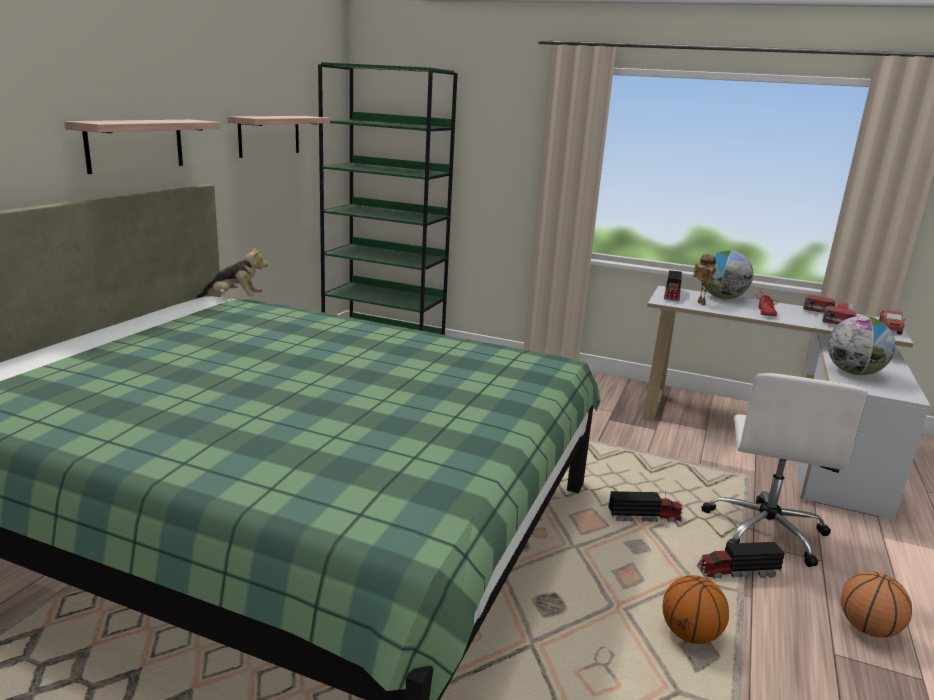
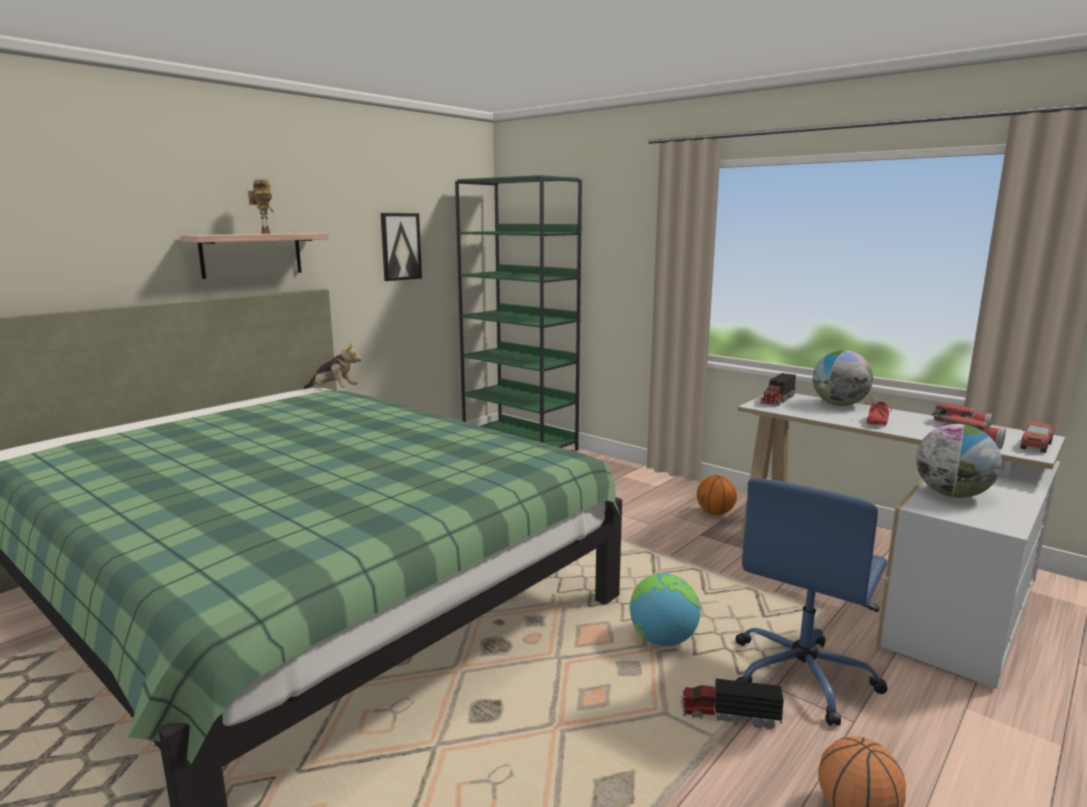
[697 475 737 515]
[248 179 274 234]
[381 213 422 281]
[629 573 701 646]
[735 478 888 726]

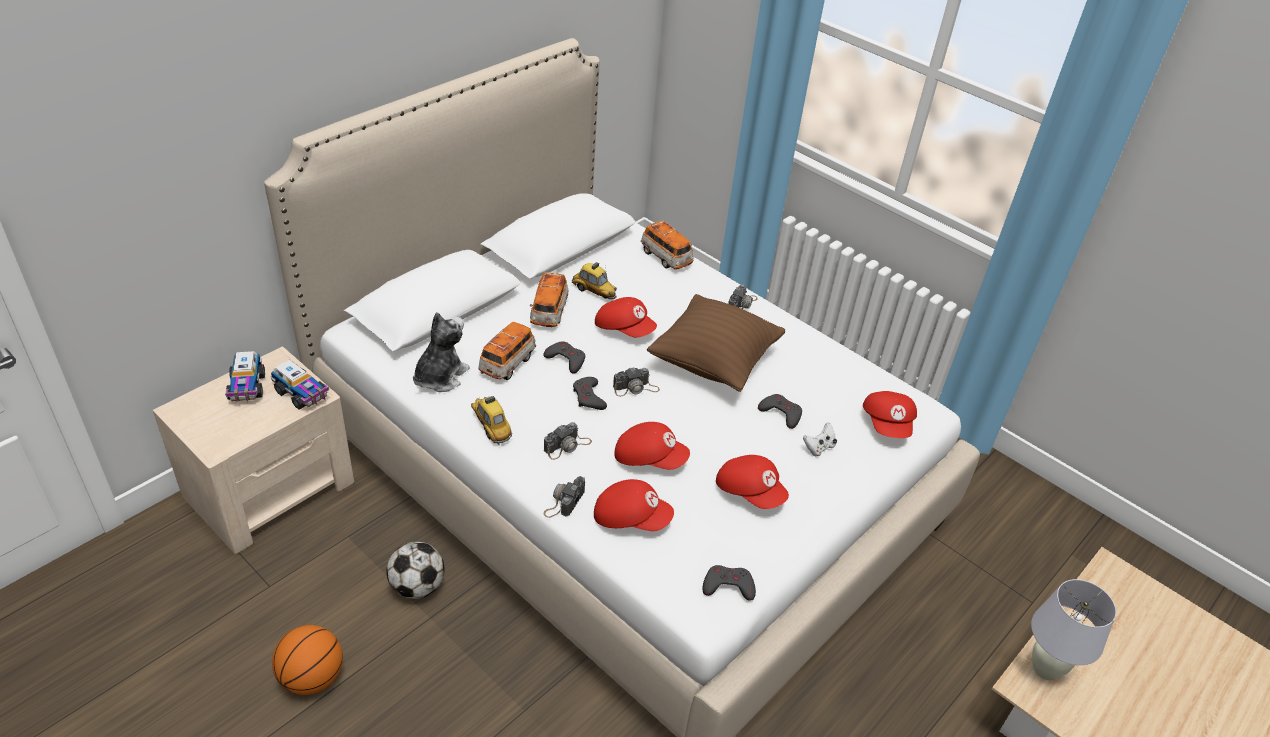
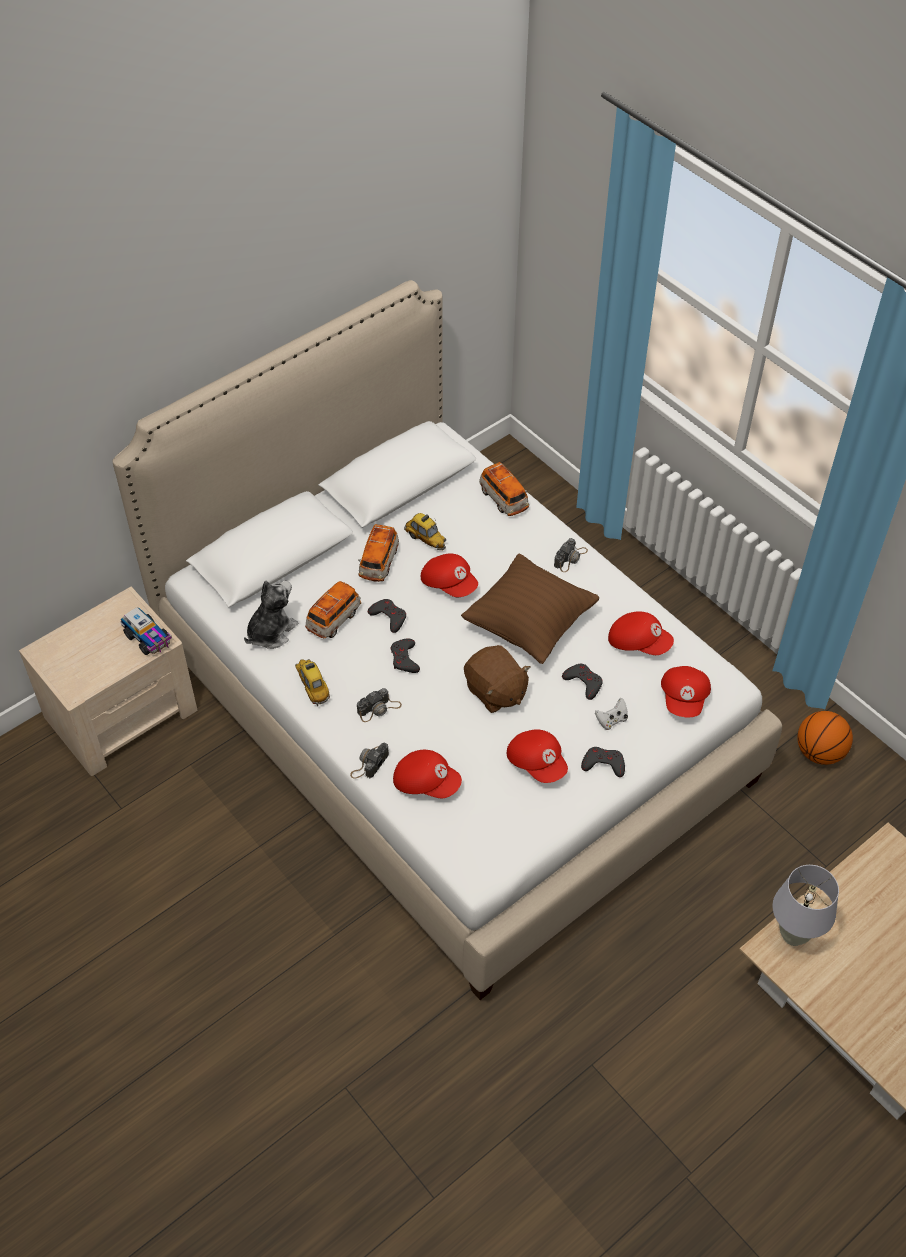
[225 351 265 402] (first image)
[387 542 445 599] (first image)
[613 368 660 396] (first image)
[464 645 531 713]
[797 711 853 765]
[608 611 674 655]
[581 747 625 777]

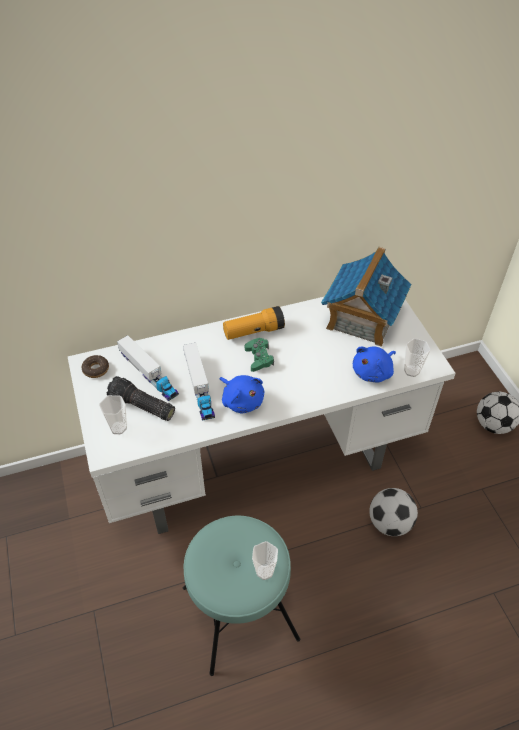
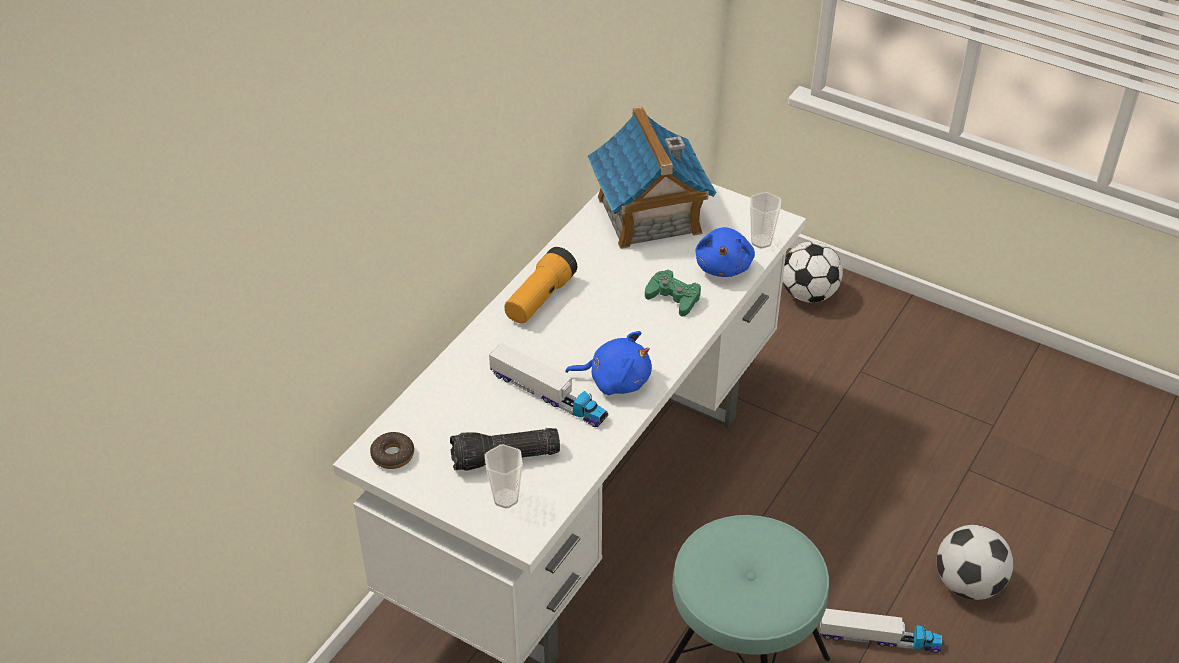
[252 541 278 580] (first image)
[819 609 942 653]
[645 270 701 317]
[937 525 1013 600]

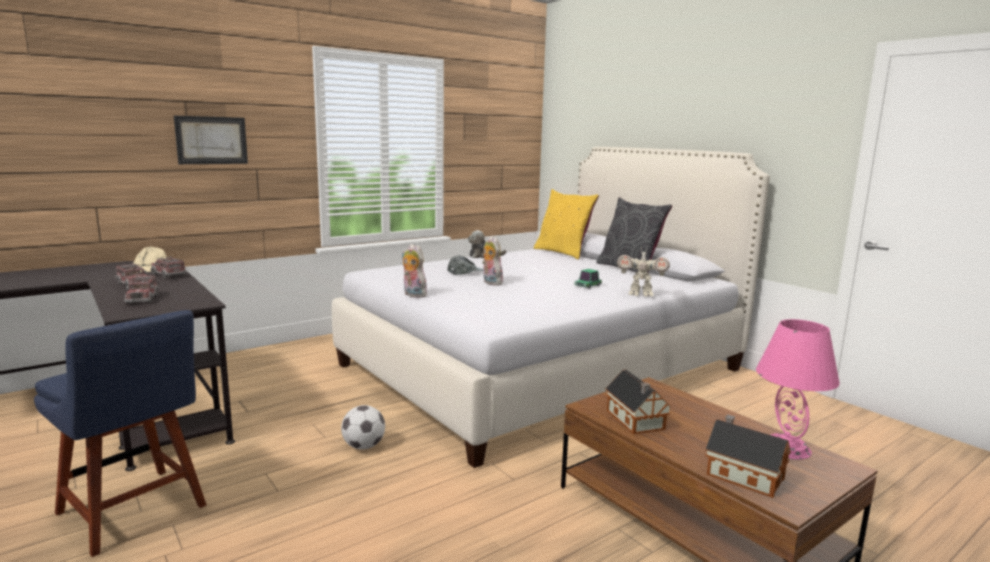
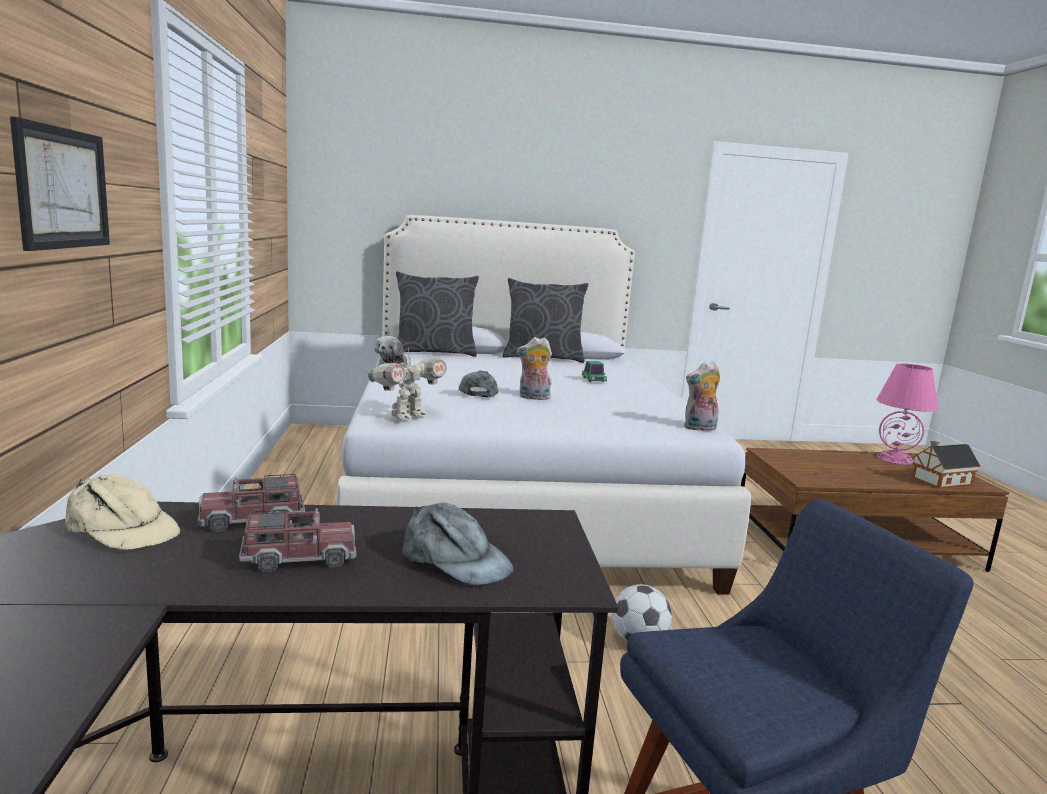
[605 370 672 434] (first image)
[684 362 720 431]
[368 347 447 419]
[402 502 514 585]
[396 271 479 357]

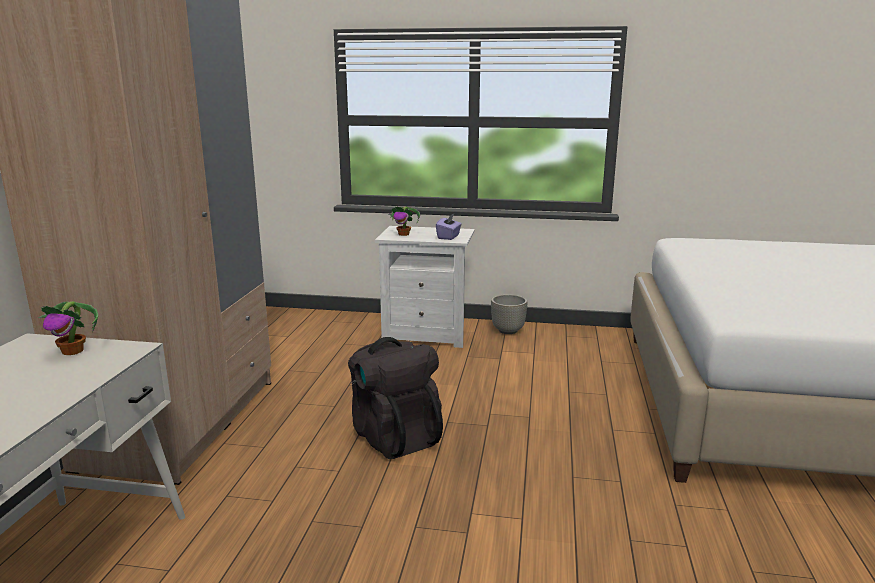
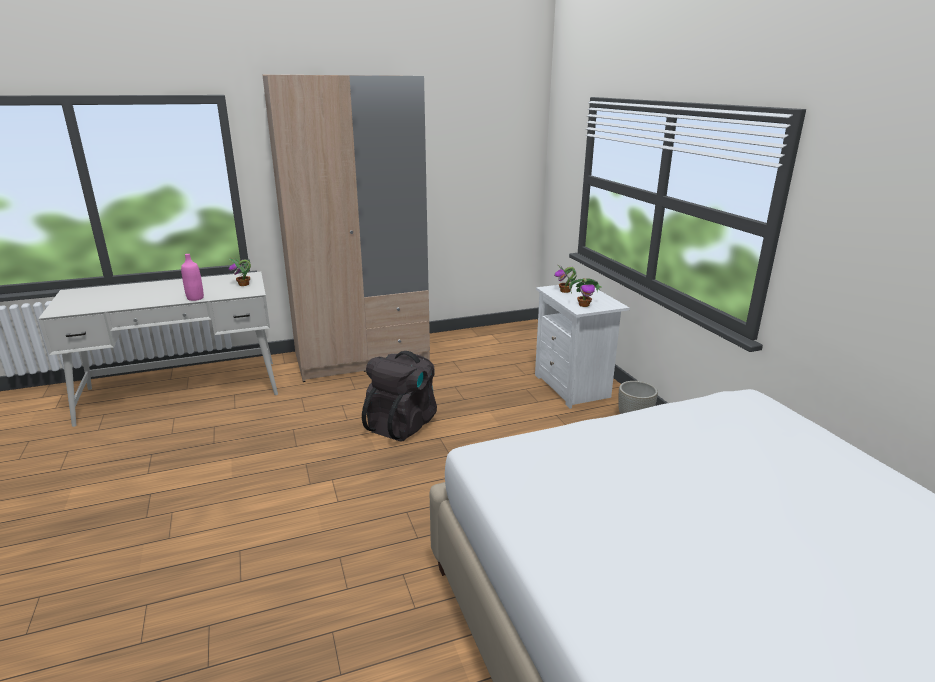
[181 254 204 301]
[569 278 603 307]

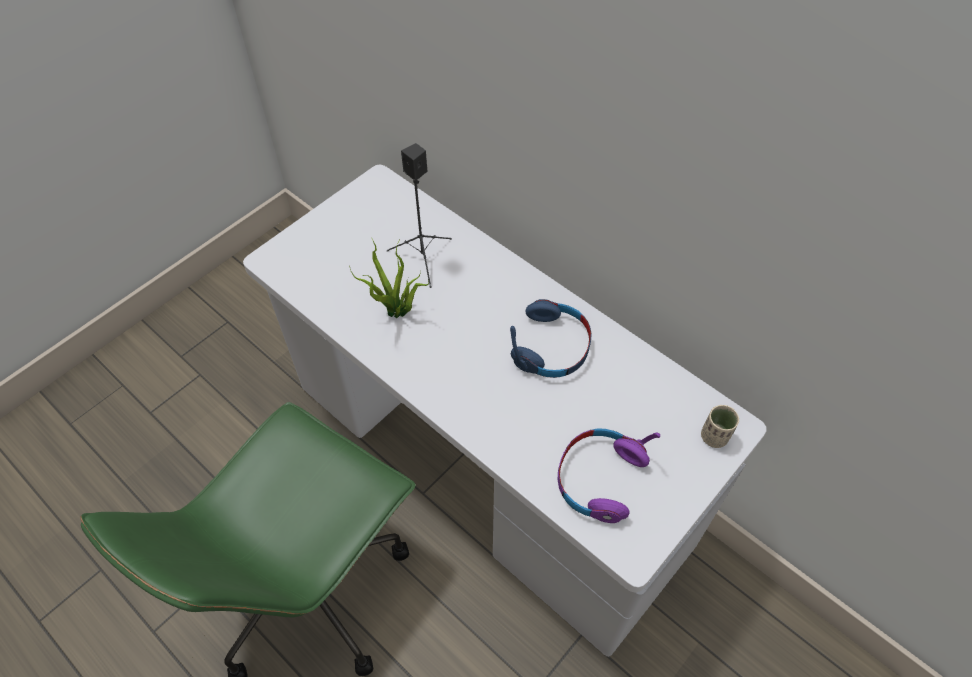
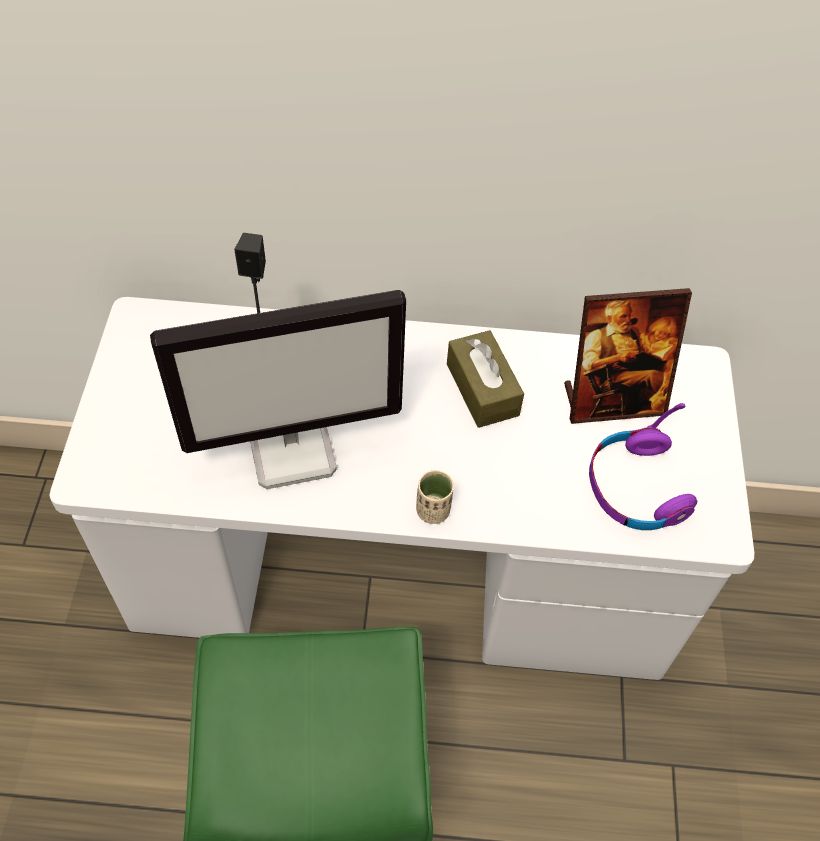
[564 288 692 424]
[416 470 454 524]
[150 290 406 489]
[447 330 524 428]

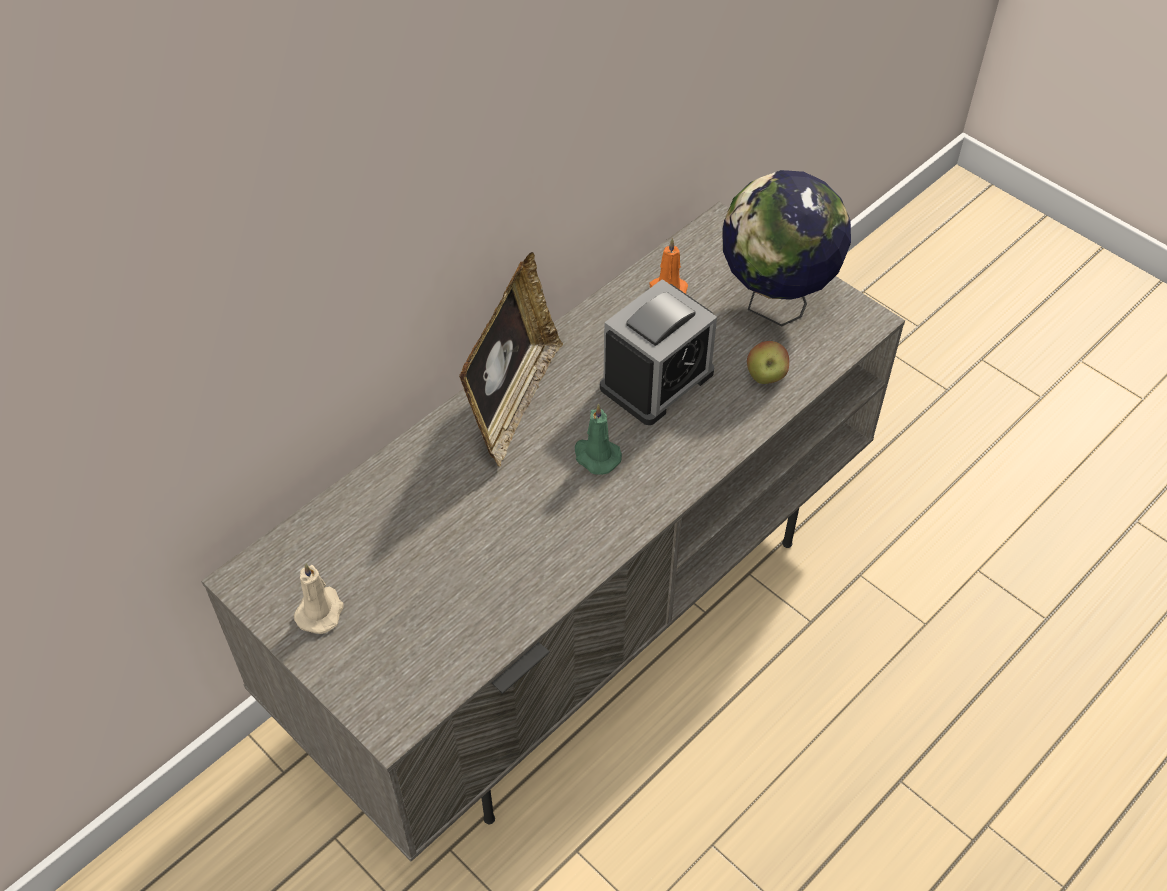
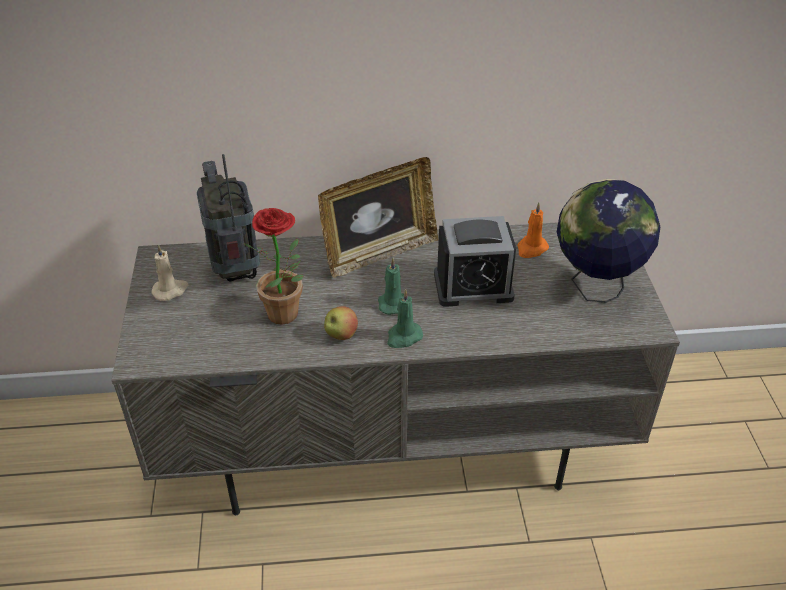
[197 154 260 281]
[244 208 303 325]
[387 289 423 348]
[324 306 358 340]

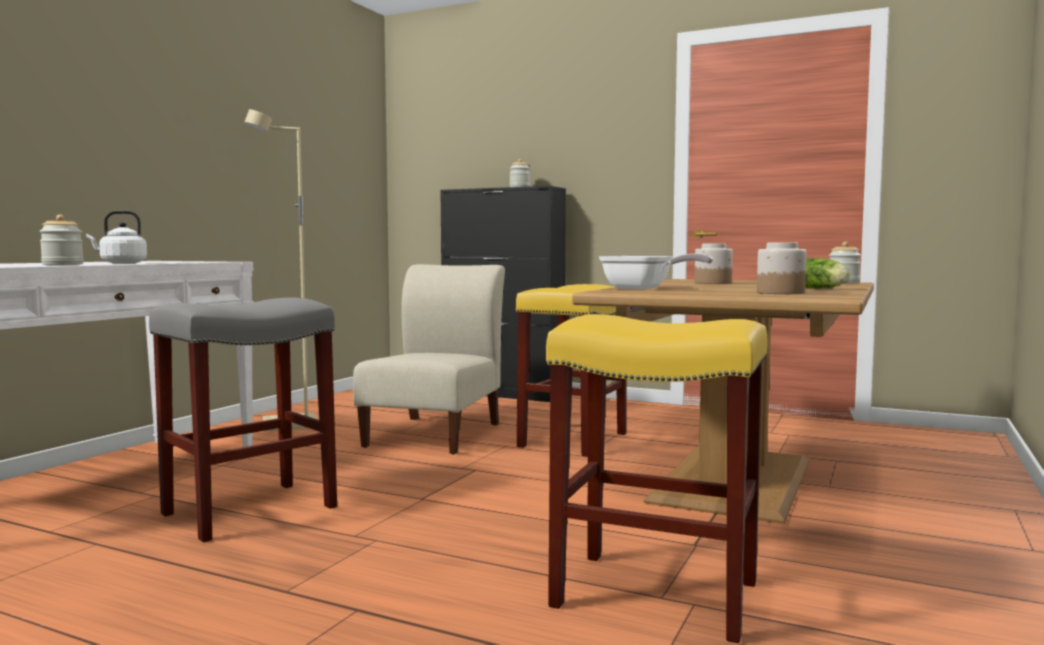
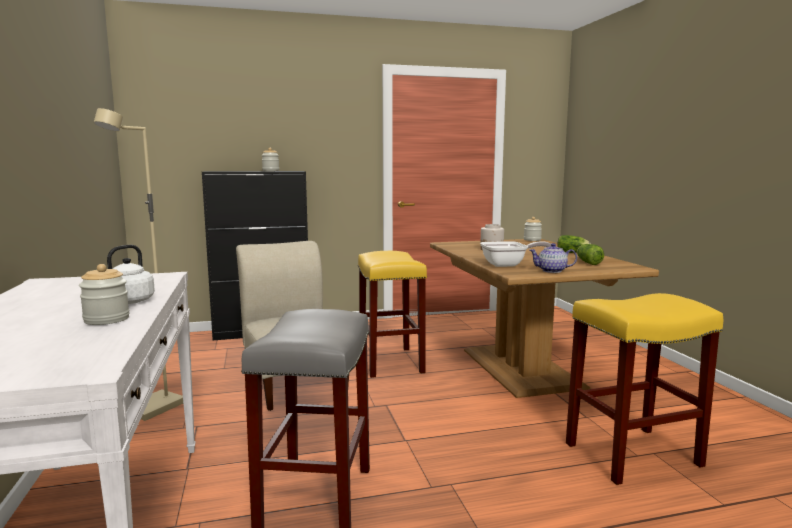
[529 243 577 273]
[577 244 604 265]

